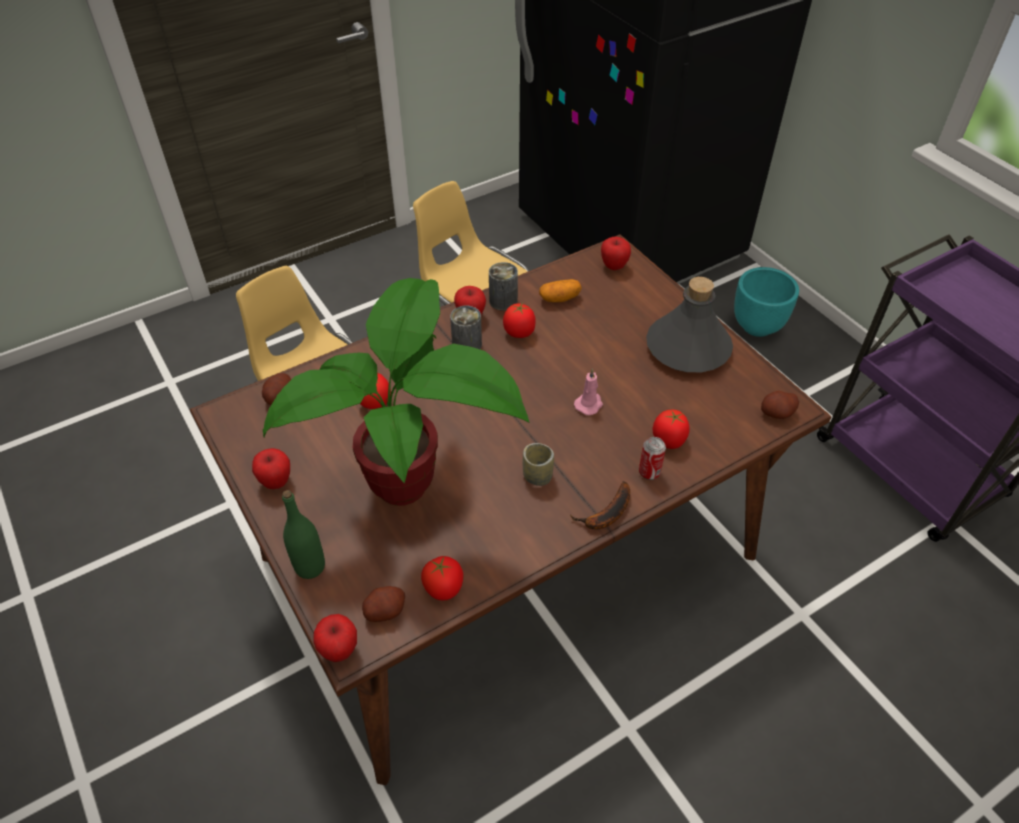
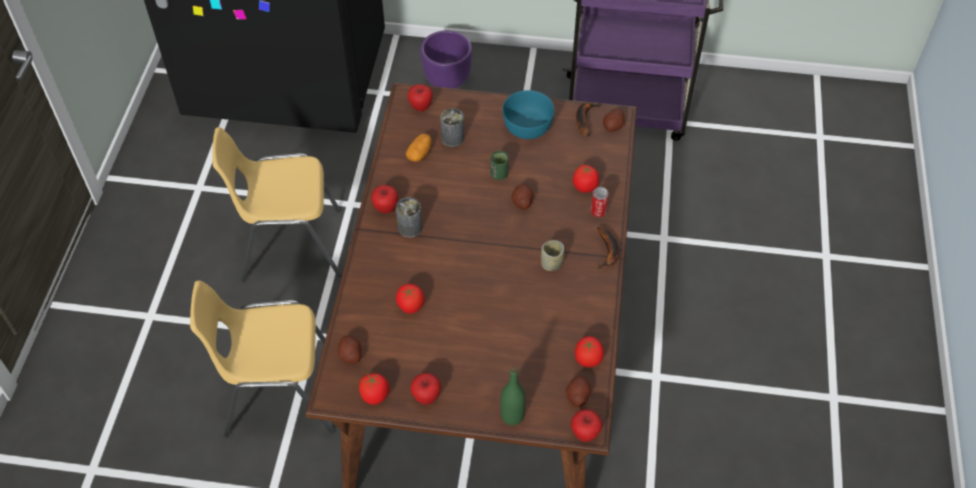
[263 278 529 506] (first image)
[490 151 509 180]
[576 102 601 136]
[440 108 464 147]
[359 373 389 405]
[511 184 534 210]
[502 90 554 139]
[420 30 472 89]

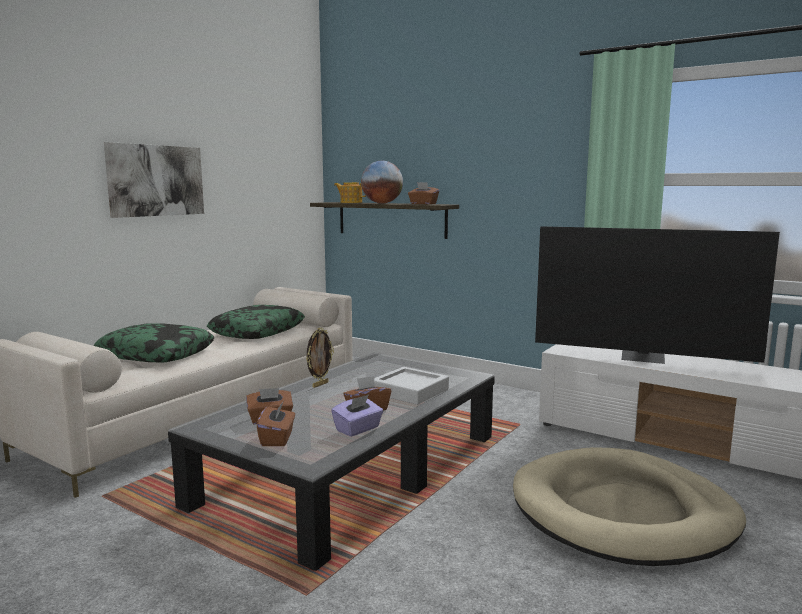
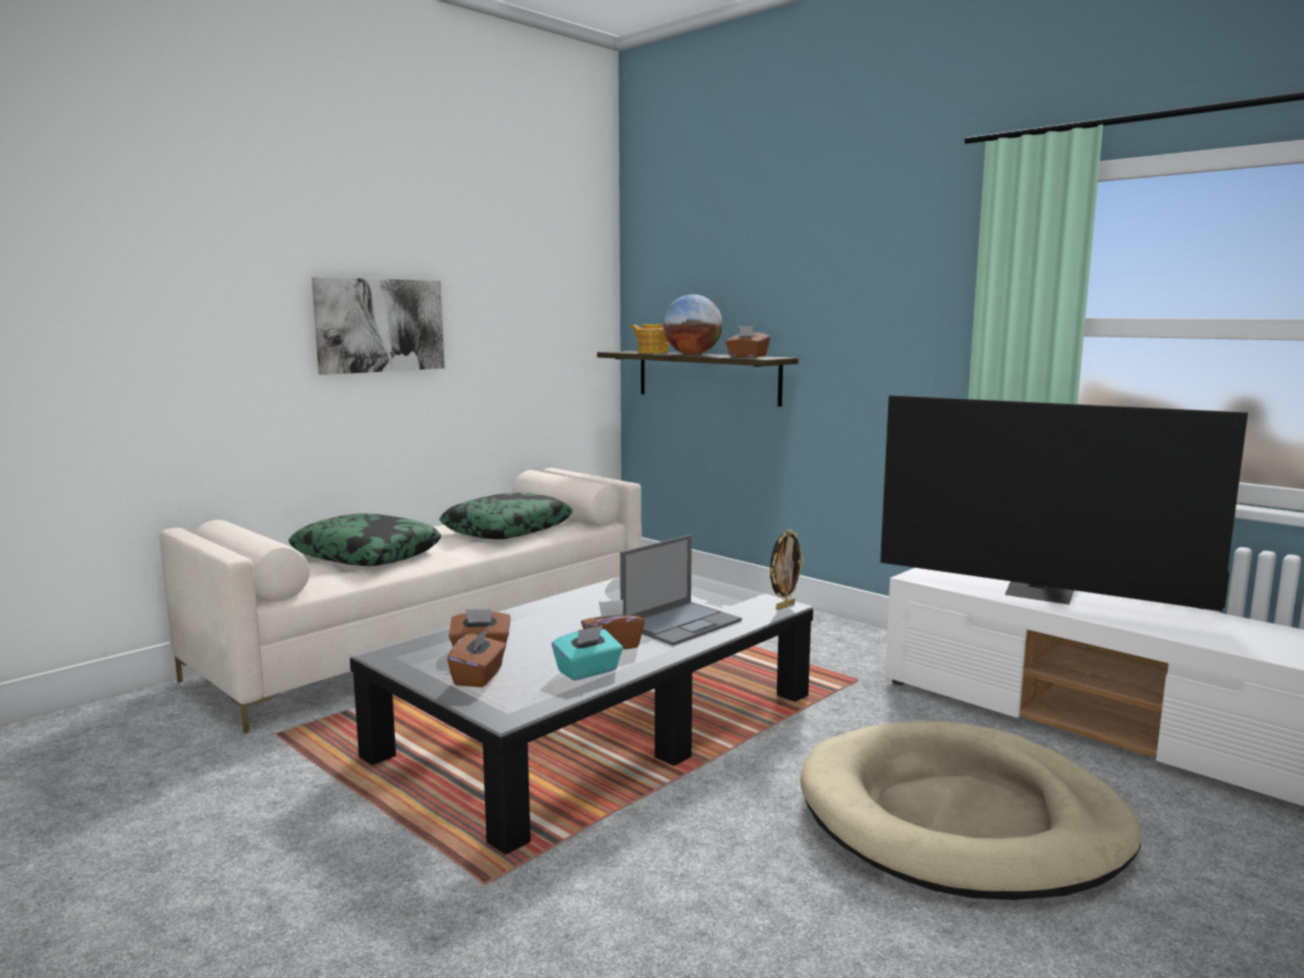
[770 529 804 610]
[620 535 742 646]
[552 625 623 681]

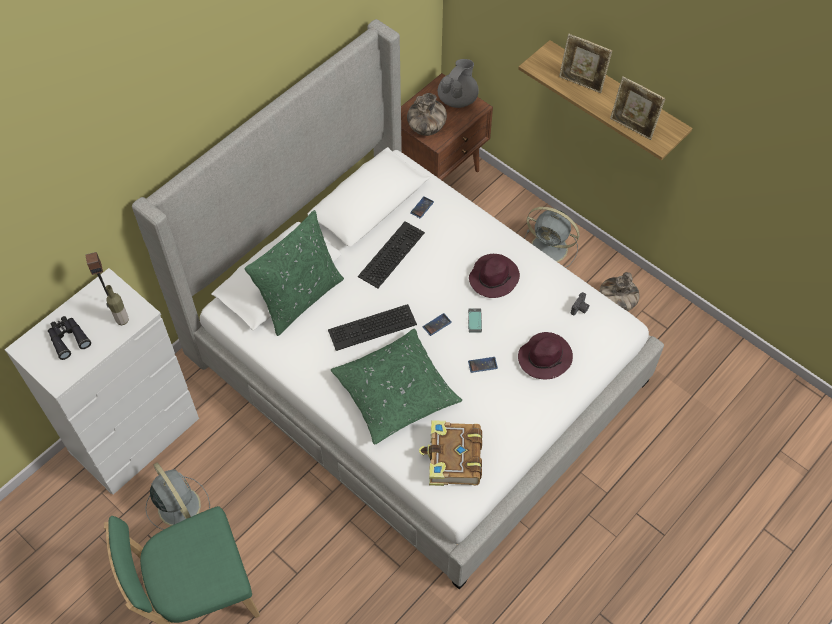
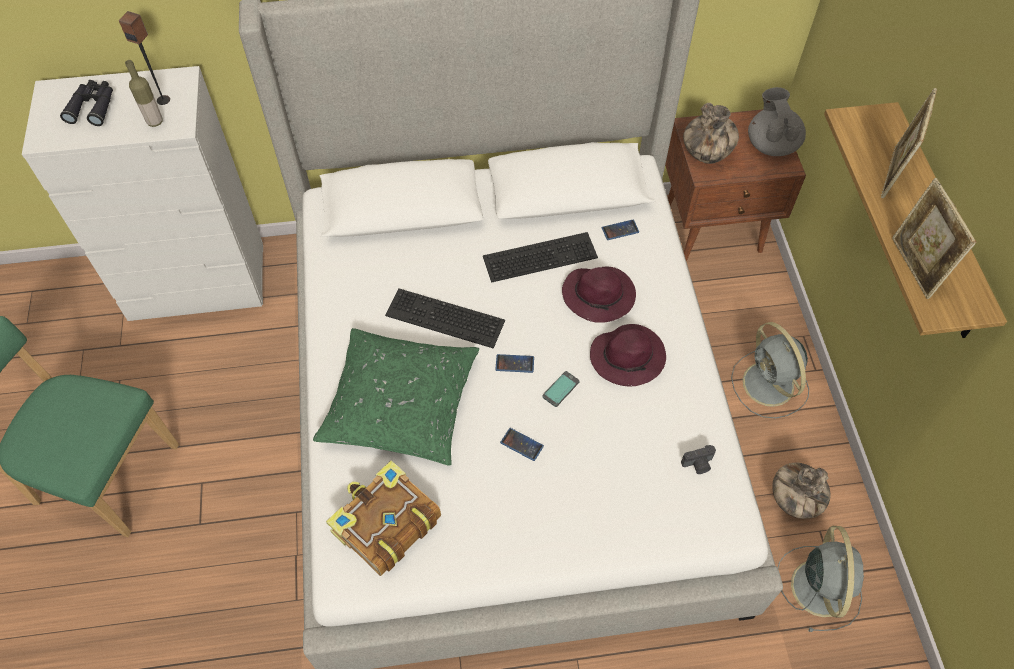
[245 210 344 336] (first image)
[778 526 864 632]
[562 266 636 323]
[748 87 806 156]
[881 88 937 198]

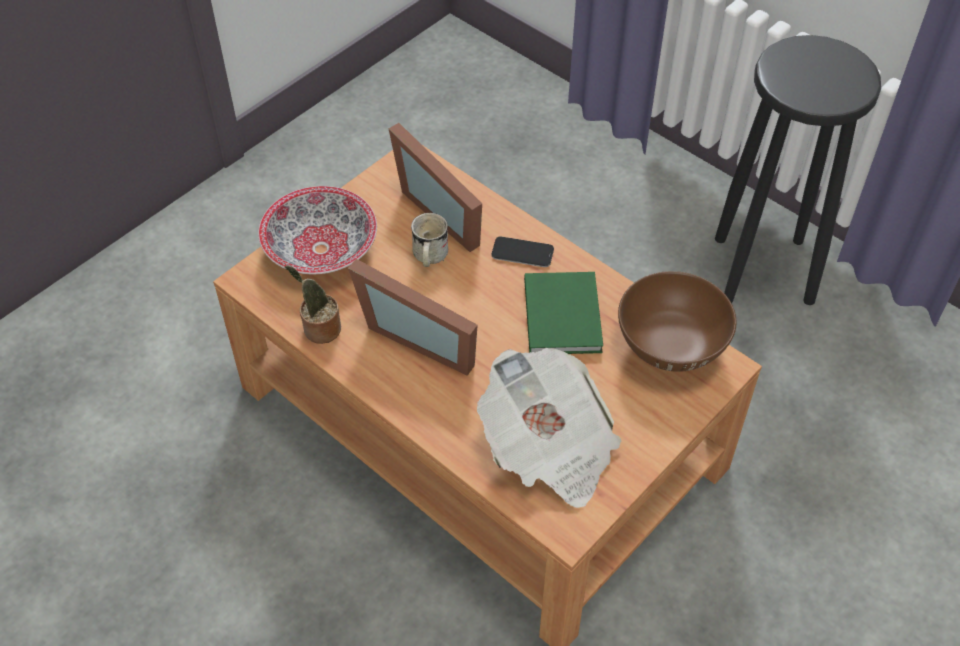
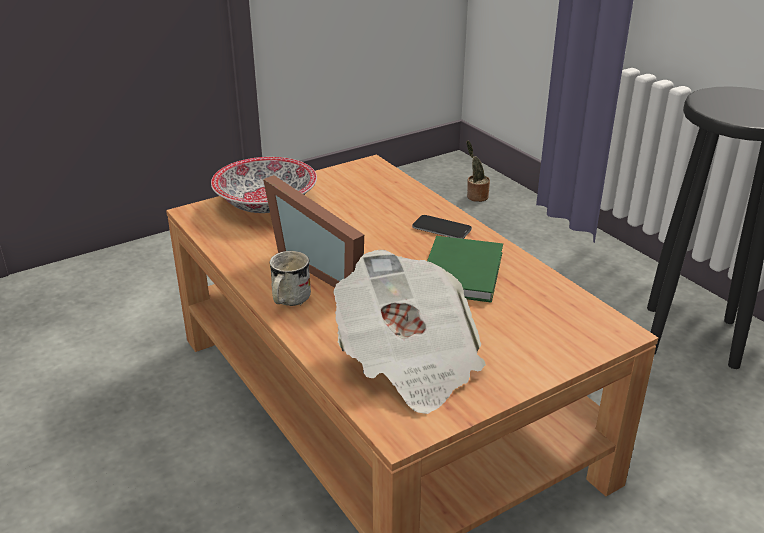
[389 123 482 252] (first image)
[618 271 736 372] (first image)
[466 140 490 202]
[270 251 311 306]

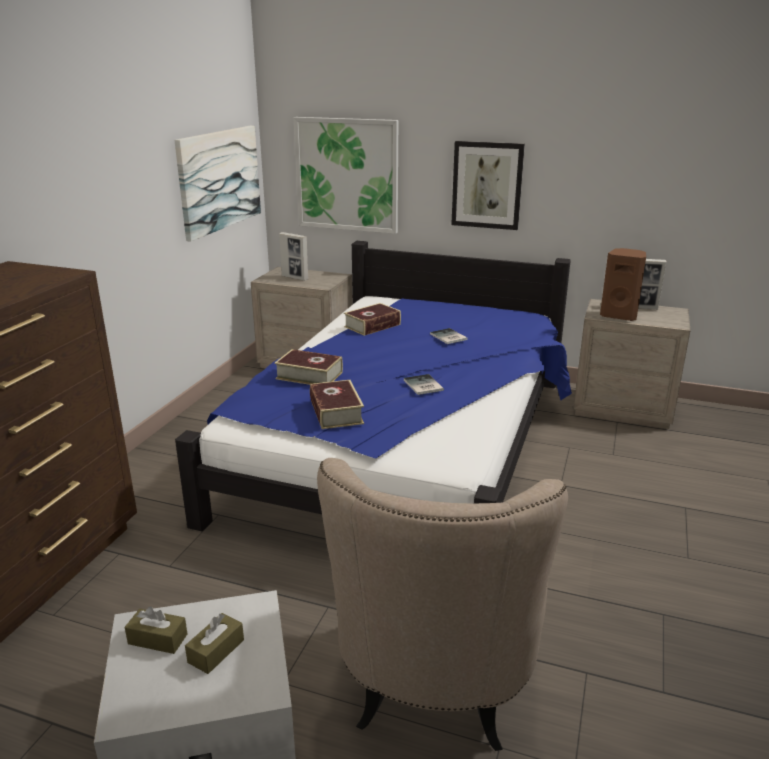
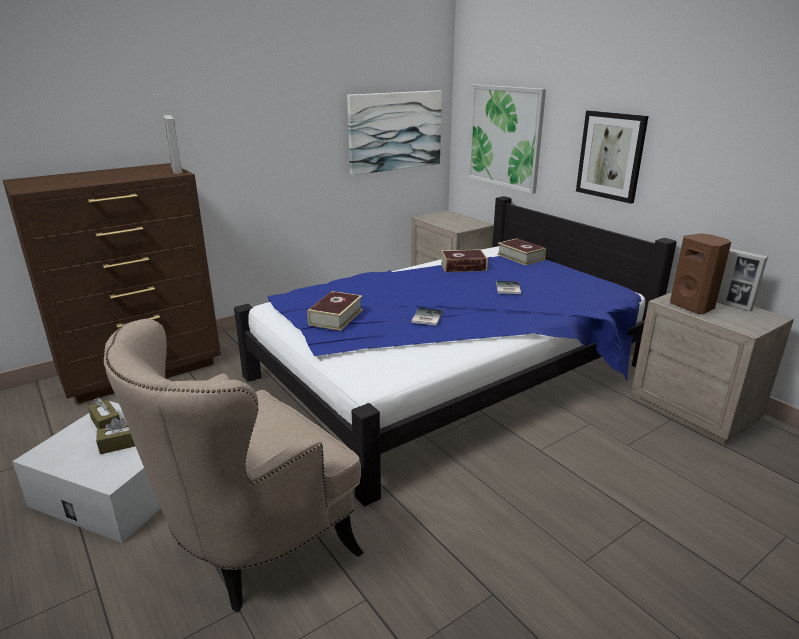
[497 238 546 266]
[163 115 182 174]

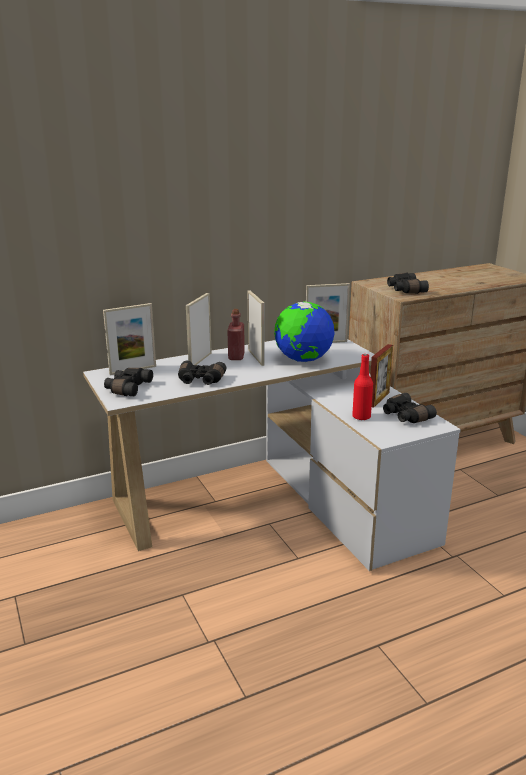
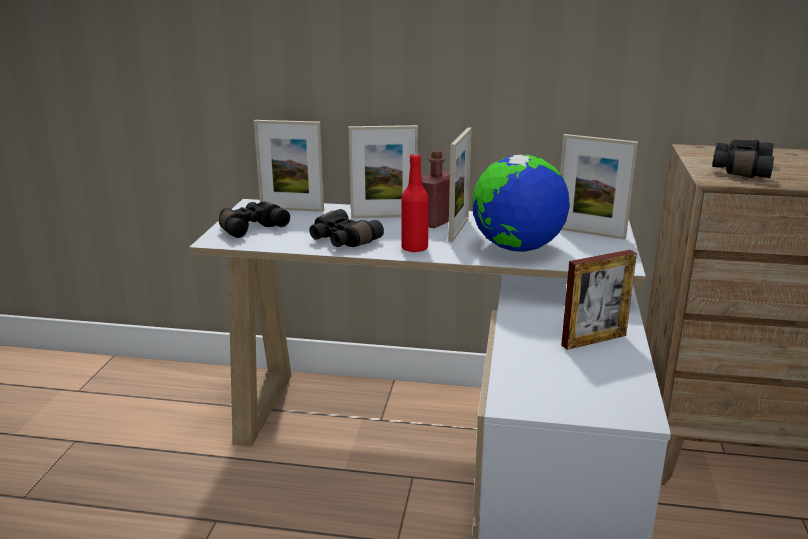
[383 393 437 423] (first image)
[401 154 429 253]
[349 125 418 218]

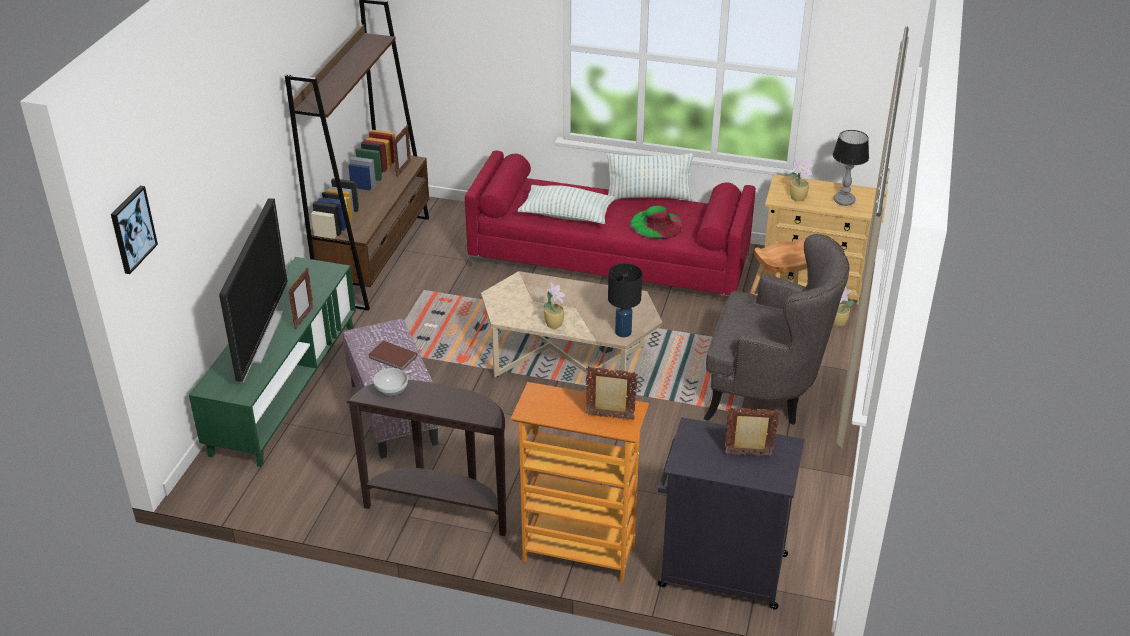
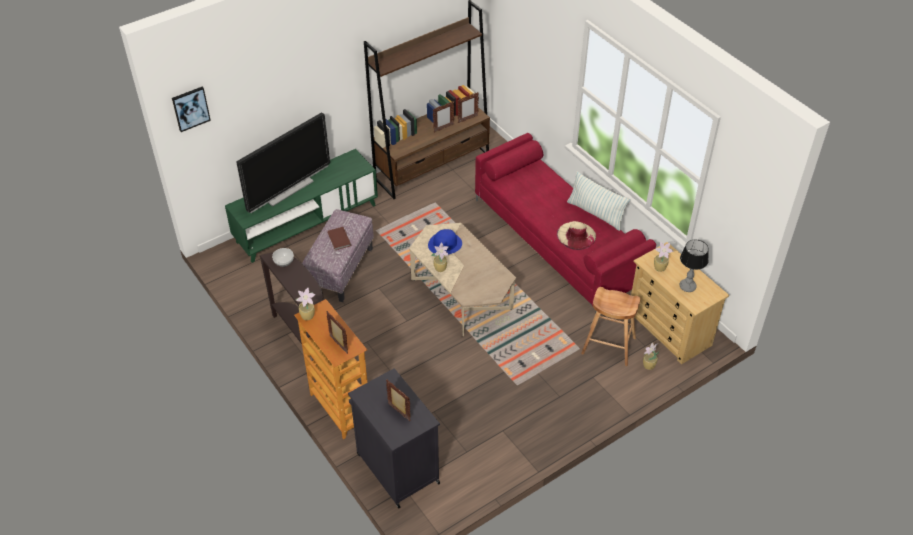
[517 185 615 224] (first image)
[608 263 642 337] (first image)
[704 234 850 425] (first image)
[296 288 315 320]
[428 229 462 255]
[433 101 454 132]
[557 221 596 250]

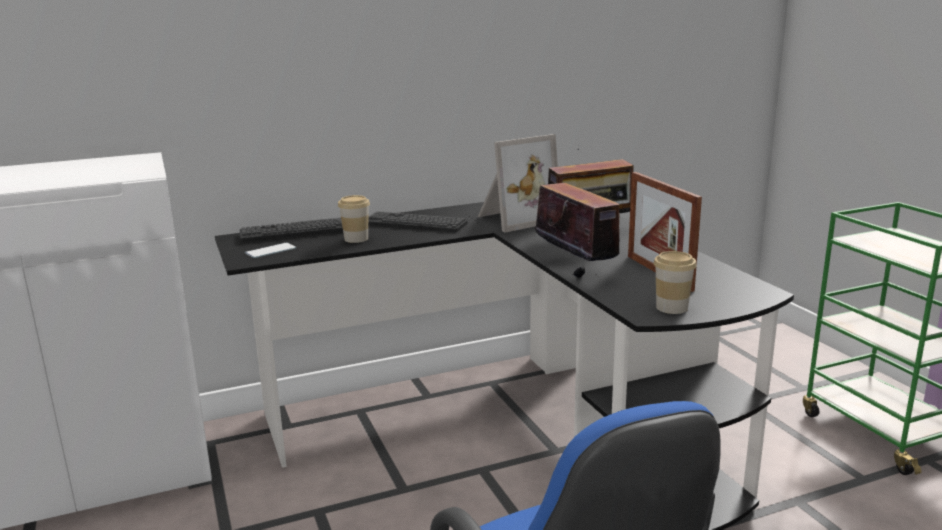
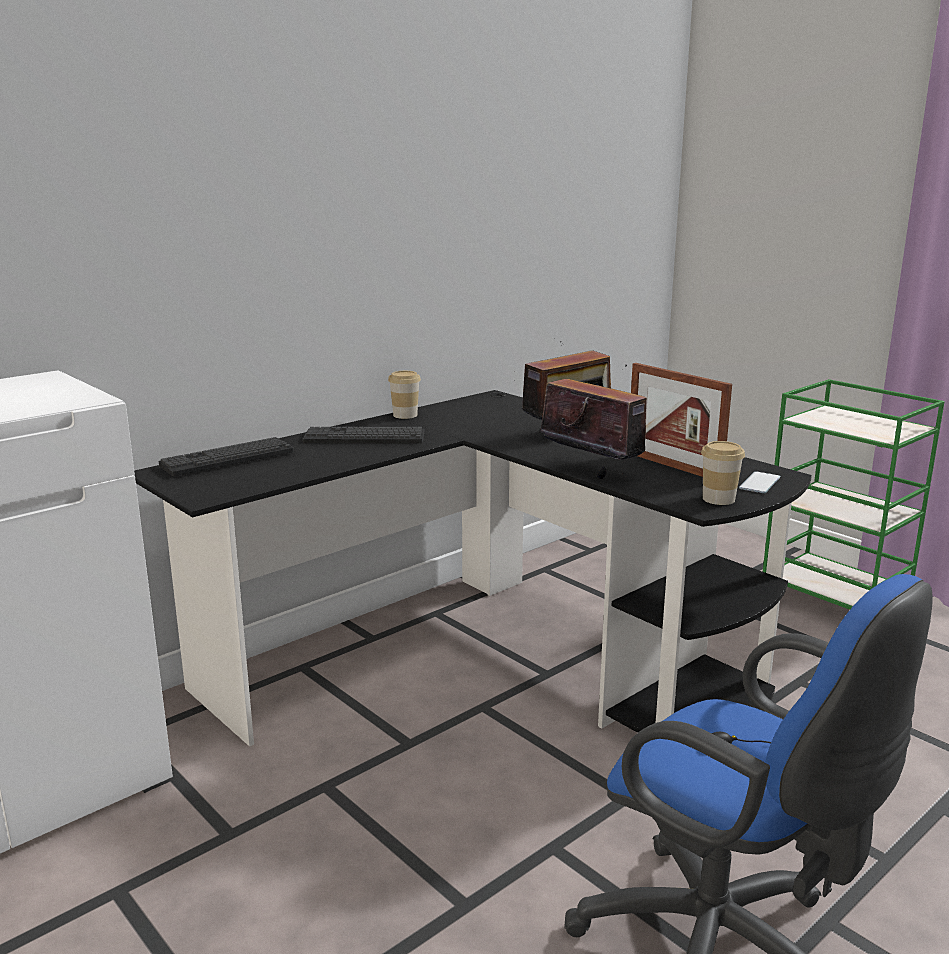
[478 134 558 233] (first image)
[739 472 780 493]
[388 371 421 419]

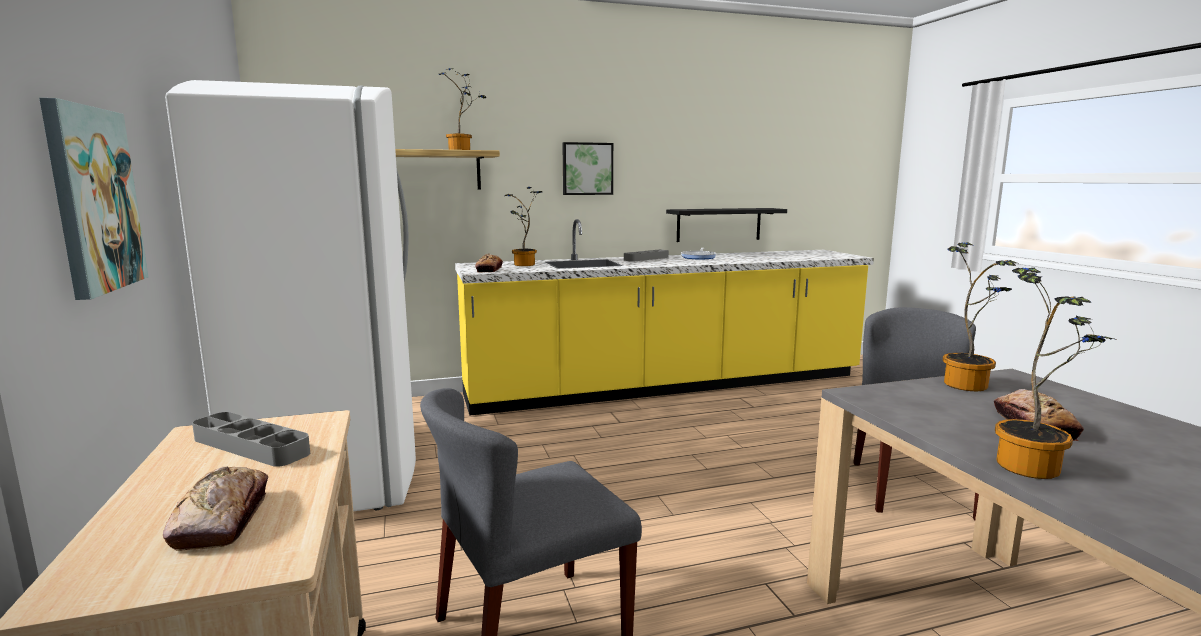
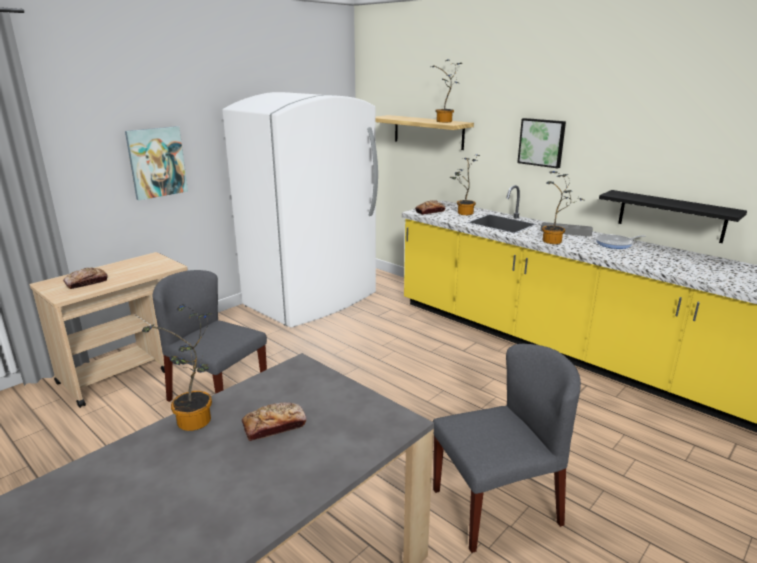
[192 412 310 467] (first image)
[542 171 584 244]

